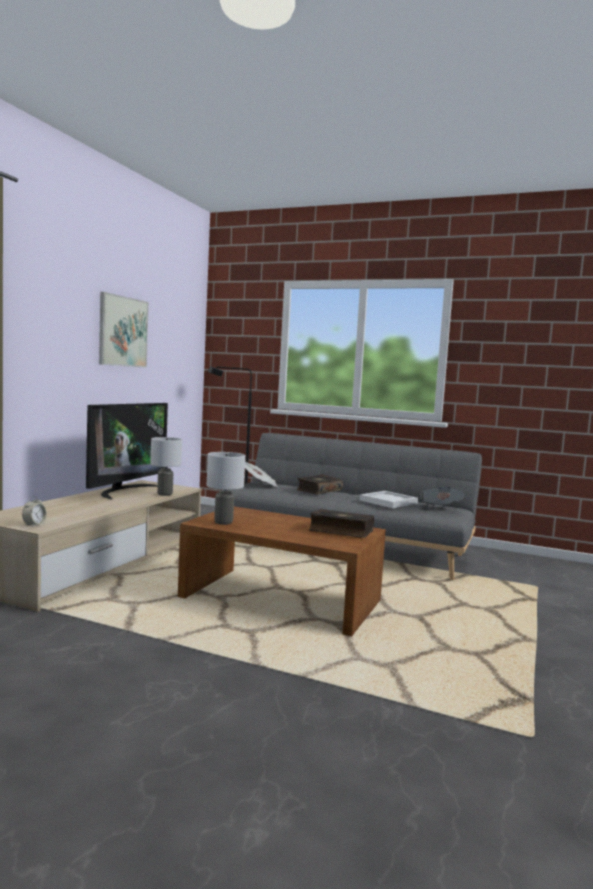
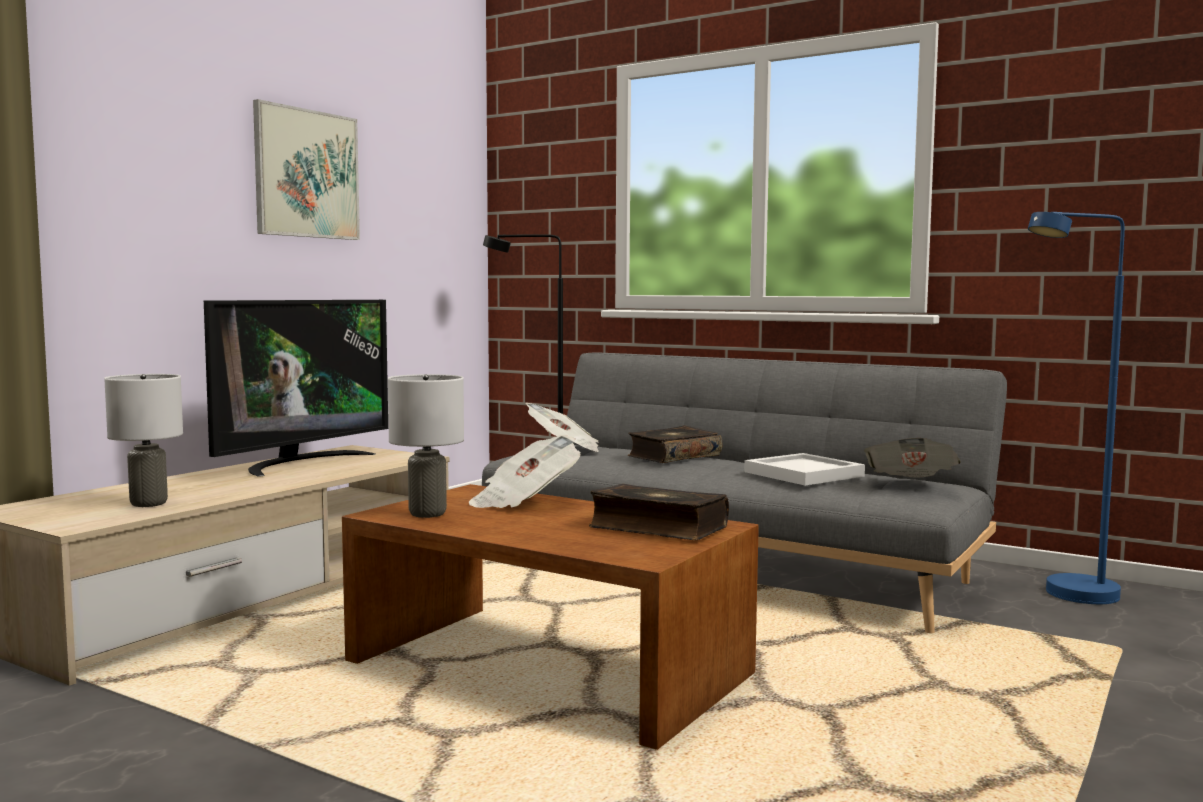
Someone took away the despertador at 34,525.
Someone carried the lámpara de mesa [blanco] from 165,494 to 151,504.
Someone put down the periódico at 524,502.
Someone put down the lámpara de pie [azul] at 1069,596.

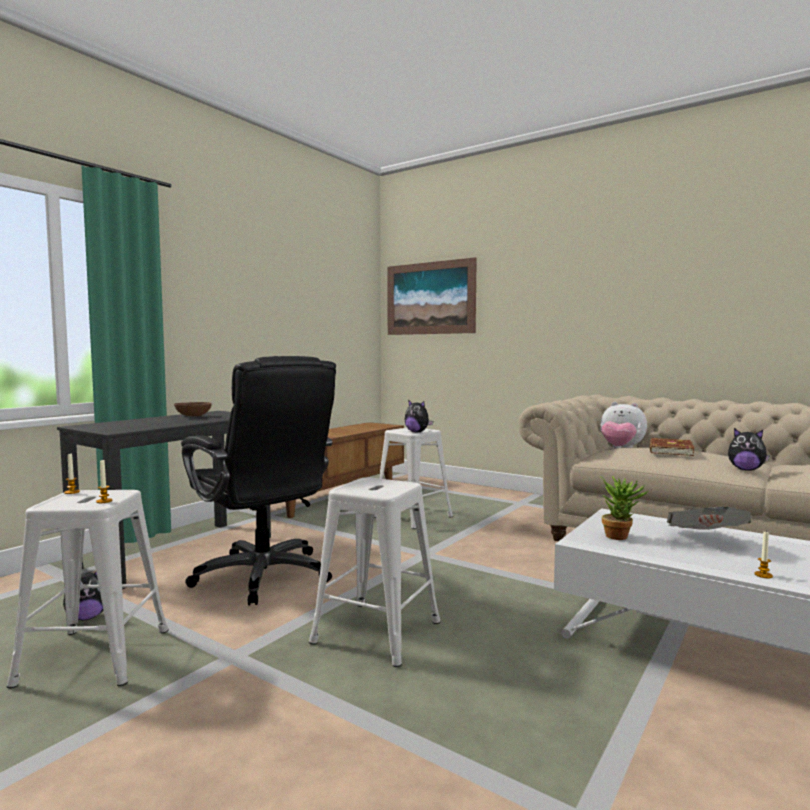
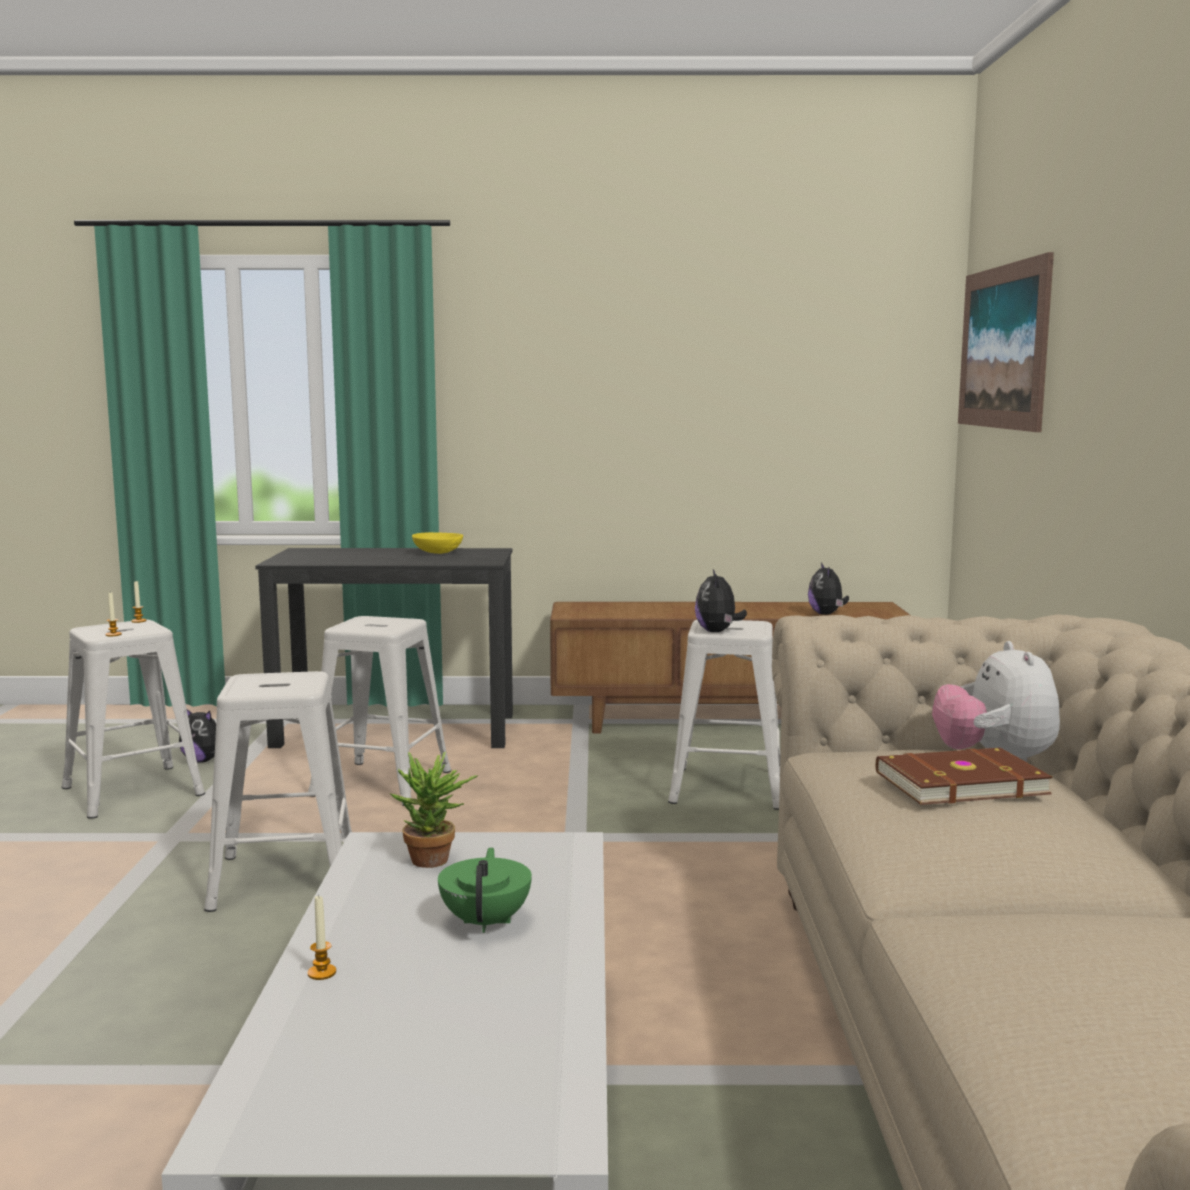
Someone repainted the cuenco [marrón] at 193,416, which became the cuenco [amarillo] at 437,553.
Someone swapped the silla de oficina [negro] at 263,575 for the taburete [blanco] at 381,783.
Someone swapped the periódico at 706,540 for the tetera [verde] at 486,921.
Someone carried the peluche from 746,470 to 827,614.

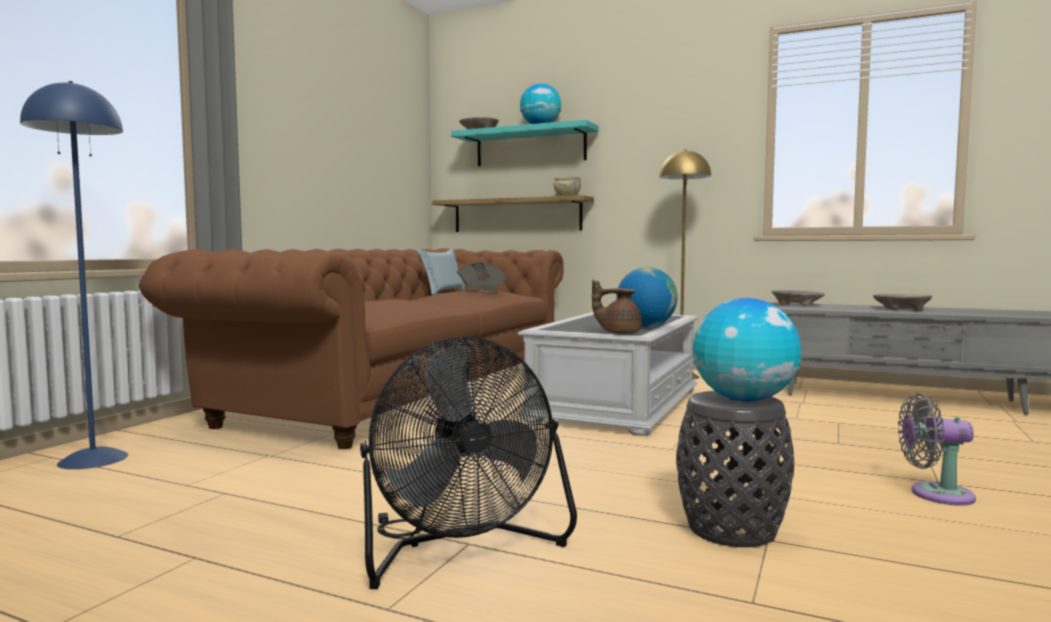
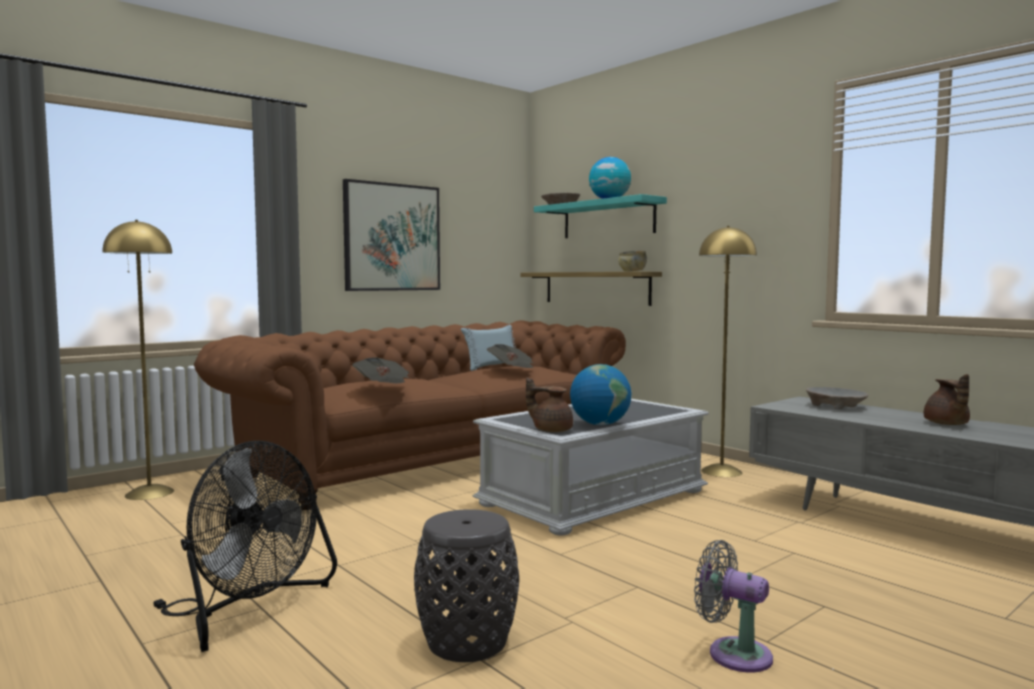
Someone repainted the lámpara de pie [azul] at 93,459, which became the lámpara de pie [amarillo] at 149,493.
Someone rotated the ventilador [negro] at 452,550 by 60 degrees counterclockwise.
Someone took away the globo terráqueo at 744,400.
Someone swapped the cuenco [beis] at 901,309 for the tetera [marrón] at 946,424.
Someone put up the cuadro at 392,237.
Someone put down the periódico at 383,387.

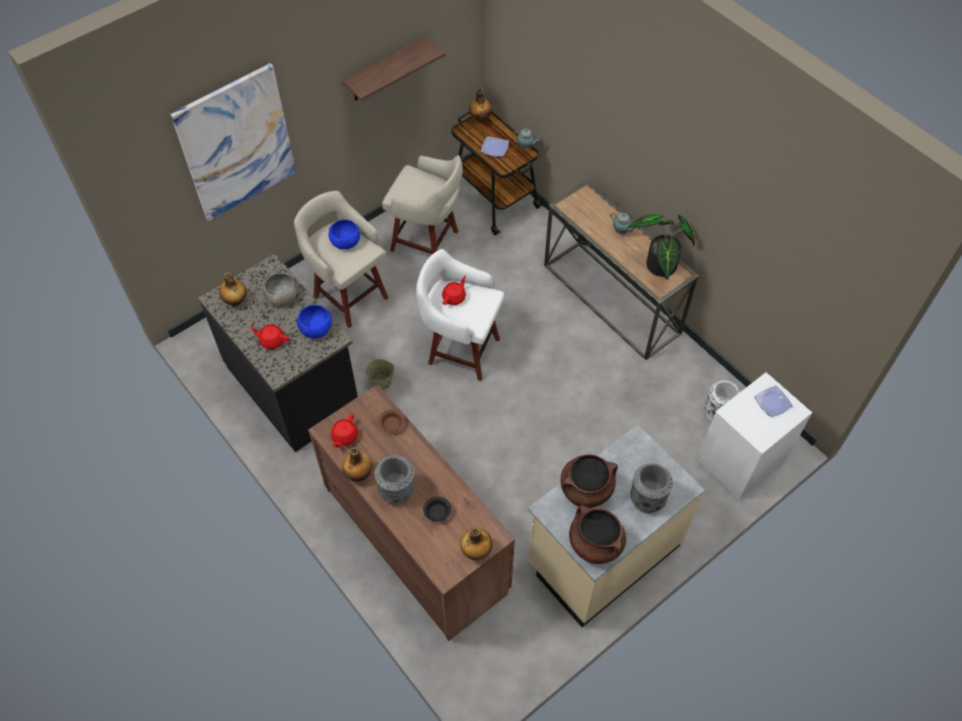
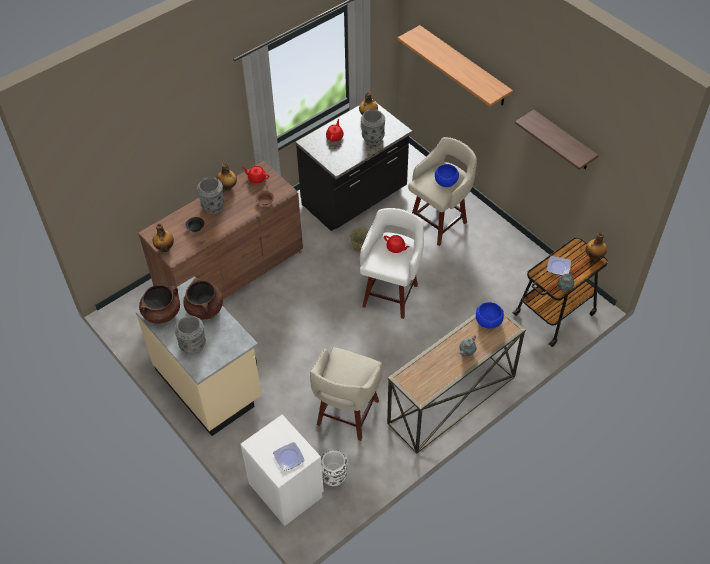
Someone swapped the cuadro at 236,143 for the estante at 464,66.
Someone swapped the cuenco [gris] at 282,297 for the florero [gris] at 372,138.
Someone carried the cuenco [azul] from 315,329 to 488,321.
Someone carried the taburete [beis] from 427,242 to 346,415.
Someone took away the planta en maceta at 659,268.

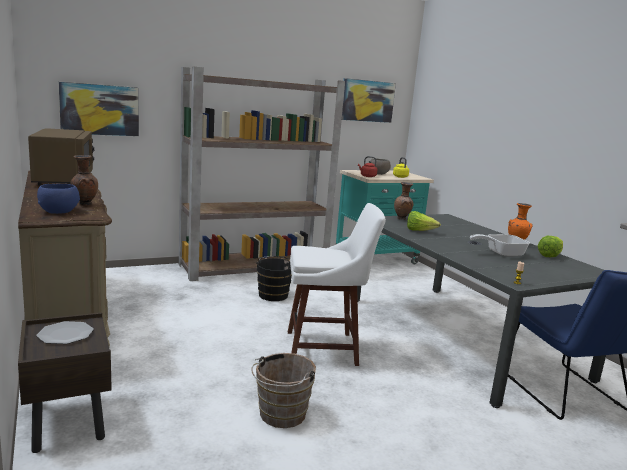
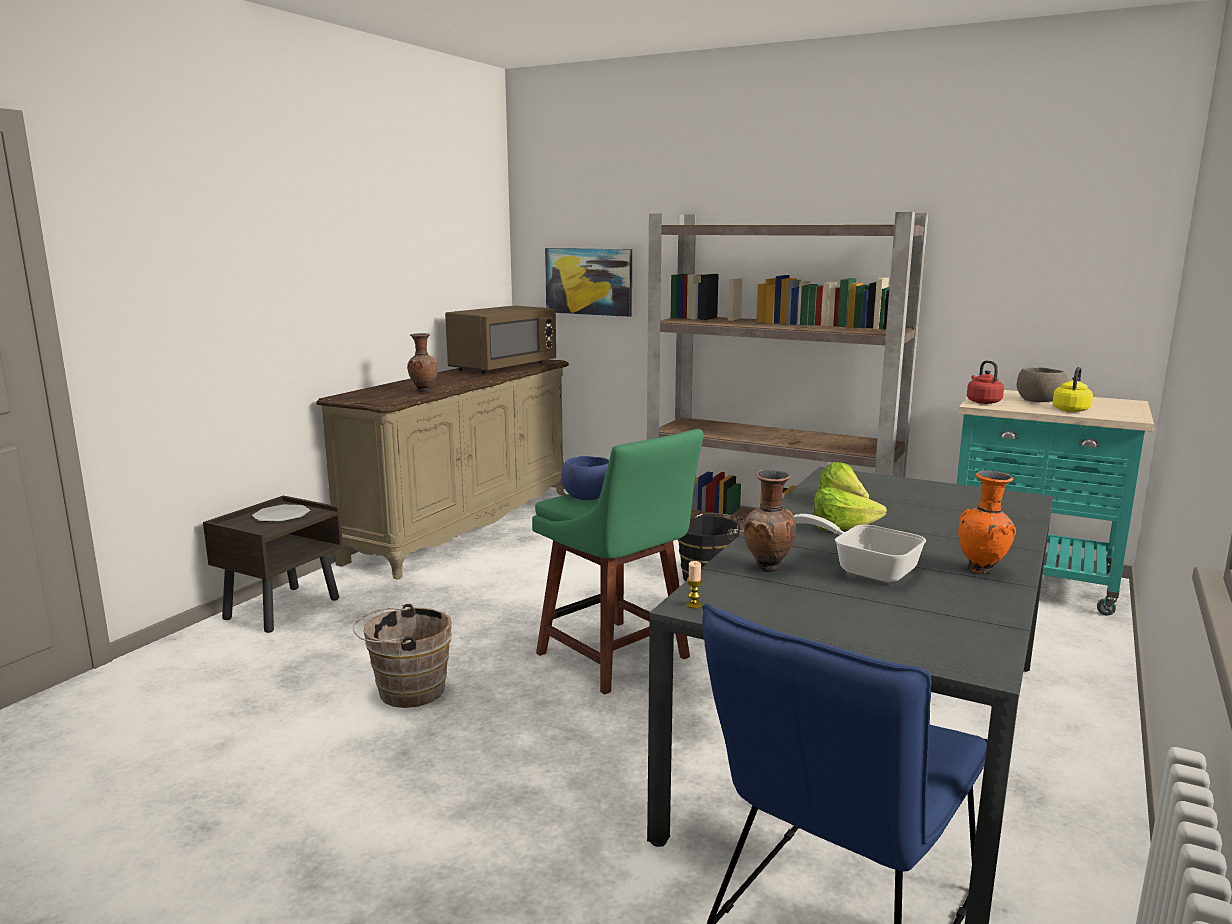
Someone carried the cuenco [azul] from 59,211 to 588,496.
Someone repainted the taburete [blanco] at 326,348, which became the taburete [verde] at 617,658.
Someone took away the cuadro at 367,101.
Someone carried the florero [marrón] from 402,219 to 768,569.
Someone carried the lechuga from 549,255 to 841,530.

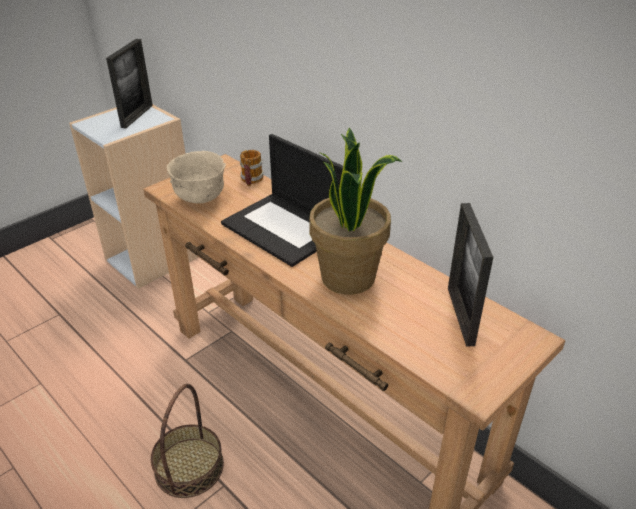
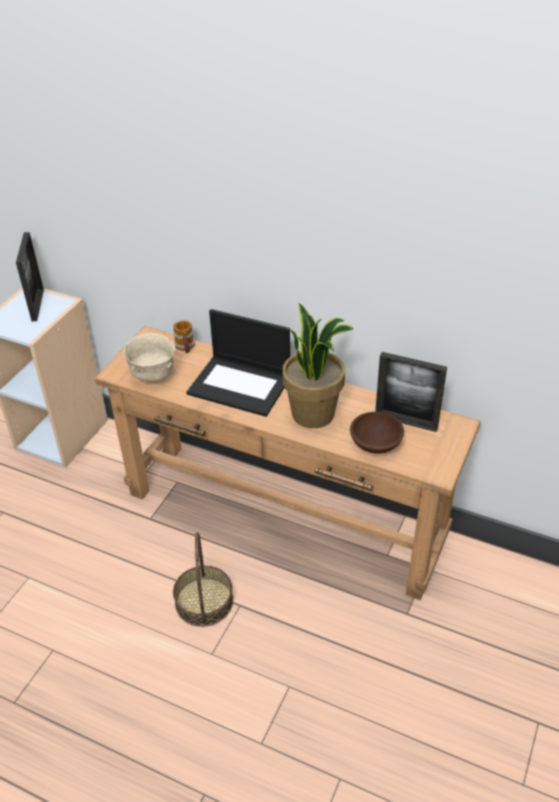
Someone rotated the portarretratos at 460,315 by 45 degrees counterclockwise.
Someone put down the cuenco [marrón] at 374,443.

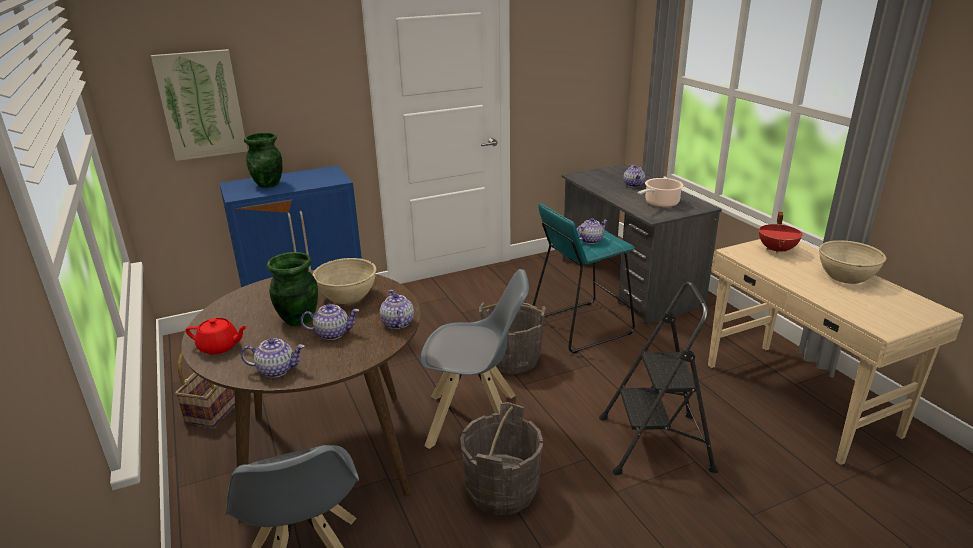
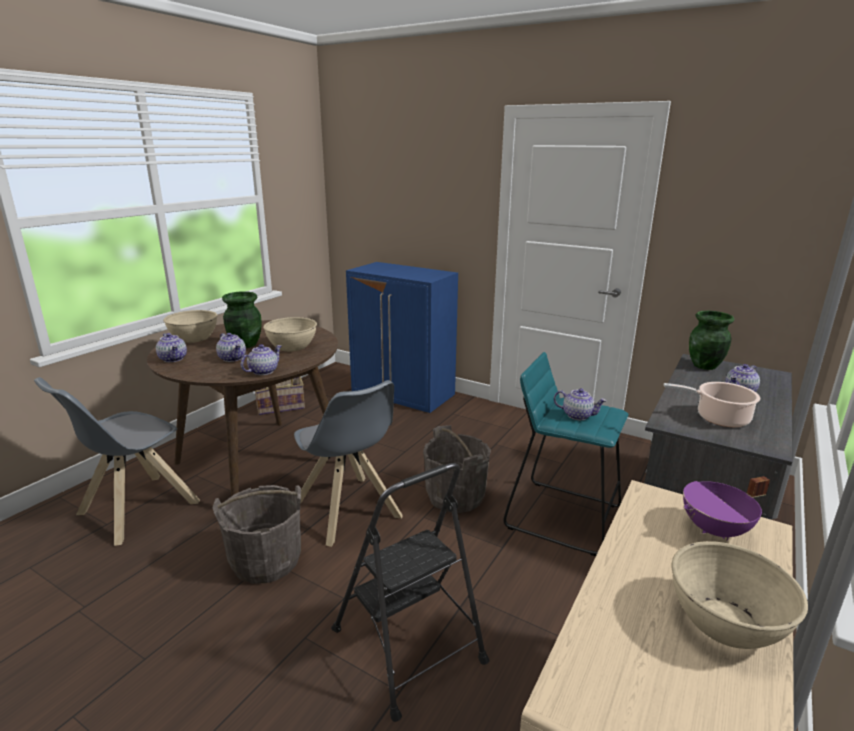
Someone took away the cuadro at 201,105.
Someone swapped the tetera [rojo] at 219,347 for the cuenco [beis] at 194,338.
Someone carried the florero [verde] from 269,184 to 705,366.
Someone repainted the olla [rojo] at 777,250, which became the olla [morado] at 716,530.

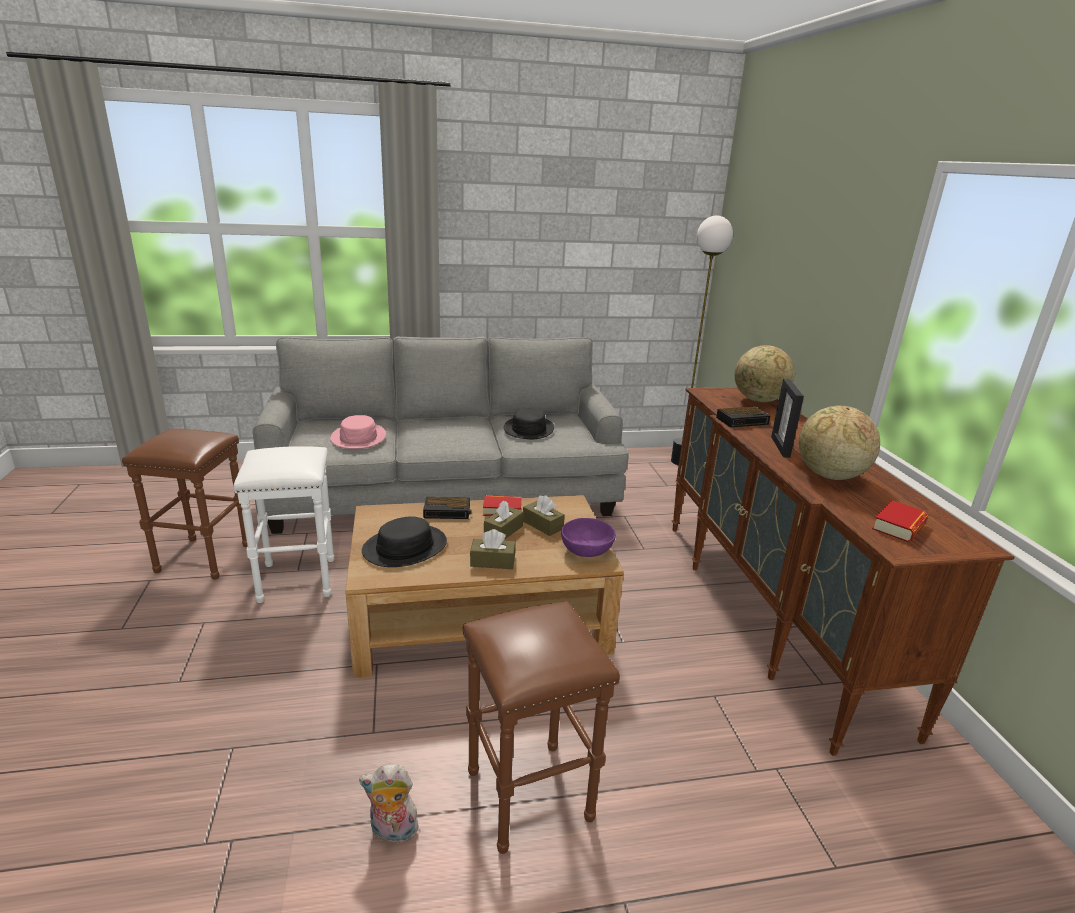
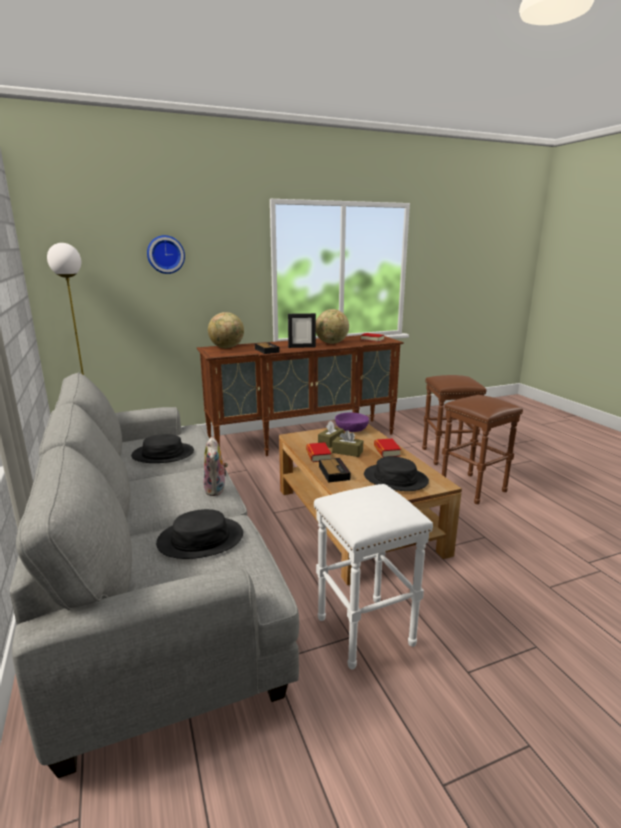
Someone carried the taburete [marrón] from 204,559 to 448,455.
Someone repainted the sombrero [rosa] at 359,437, which became the sombrero [negro] at 200,539.
Someone carried the peluche from 392,832 to 216,490.
Someone swapped the caja de pañuelos [marrón] at 492,561 for the libro at 386,451.
Someone put up the reloj de pared at 165,254.

